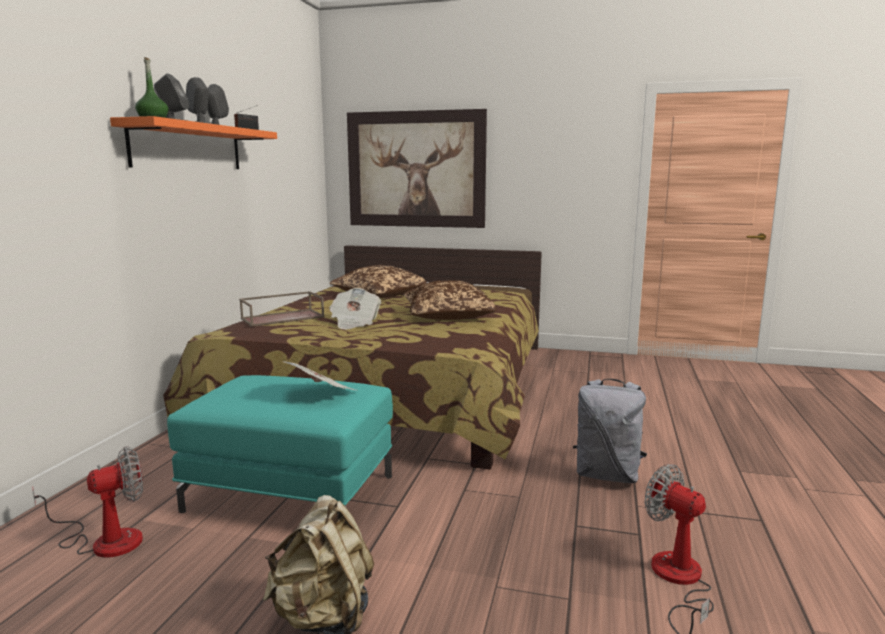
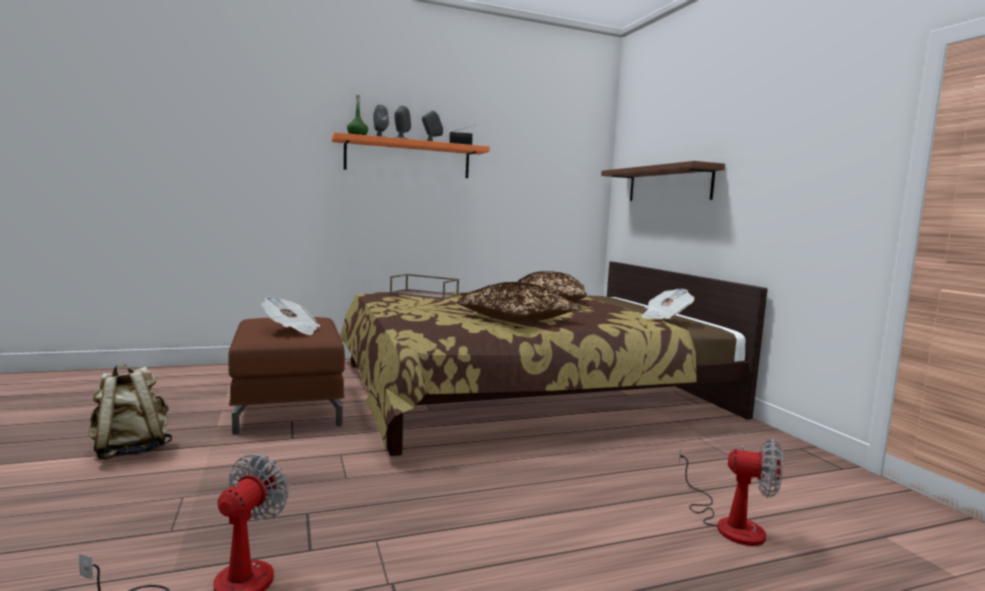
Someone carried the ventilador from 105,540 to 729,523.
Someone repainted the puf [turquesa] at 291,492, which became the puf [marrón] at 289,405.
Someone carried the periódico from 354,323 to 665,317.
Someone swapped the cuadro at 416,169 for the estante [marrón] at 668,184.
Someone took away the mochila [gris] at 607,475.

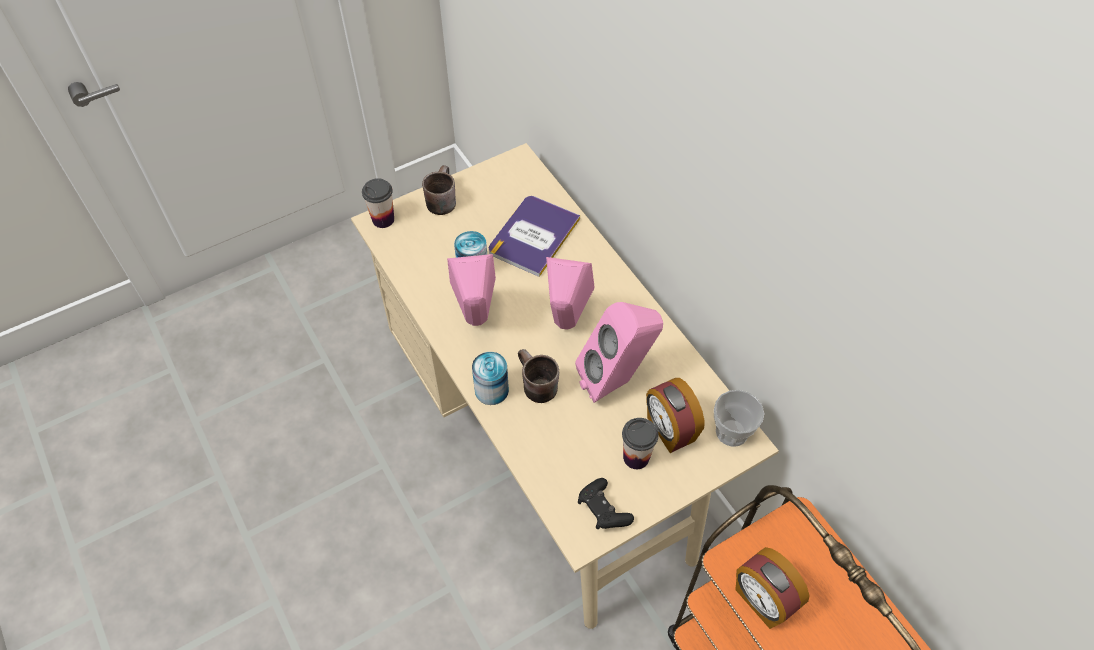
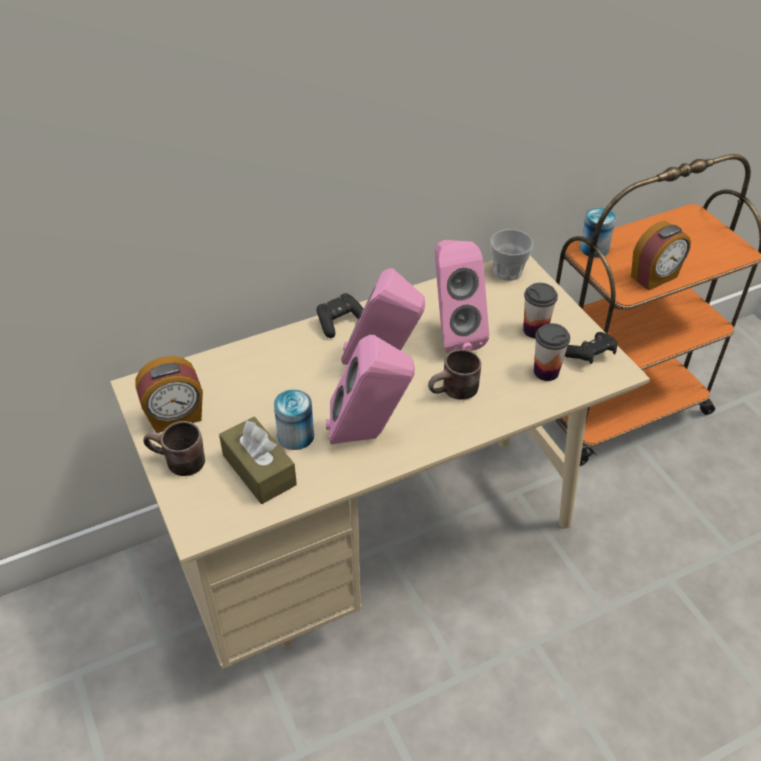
Someone carried the taza from 383,219 to 546,372.
Someone carried the lata from 491,390 to 594,248.
Someone took away the libro at 533,236.
Someone carried the despertador from 669,430 to 175,417.
Someone put down the caja de pañuelos [marrón] at 259,470.
Someone put down the mando de consola [negro] at 340,322.

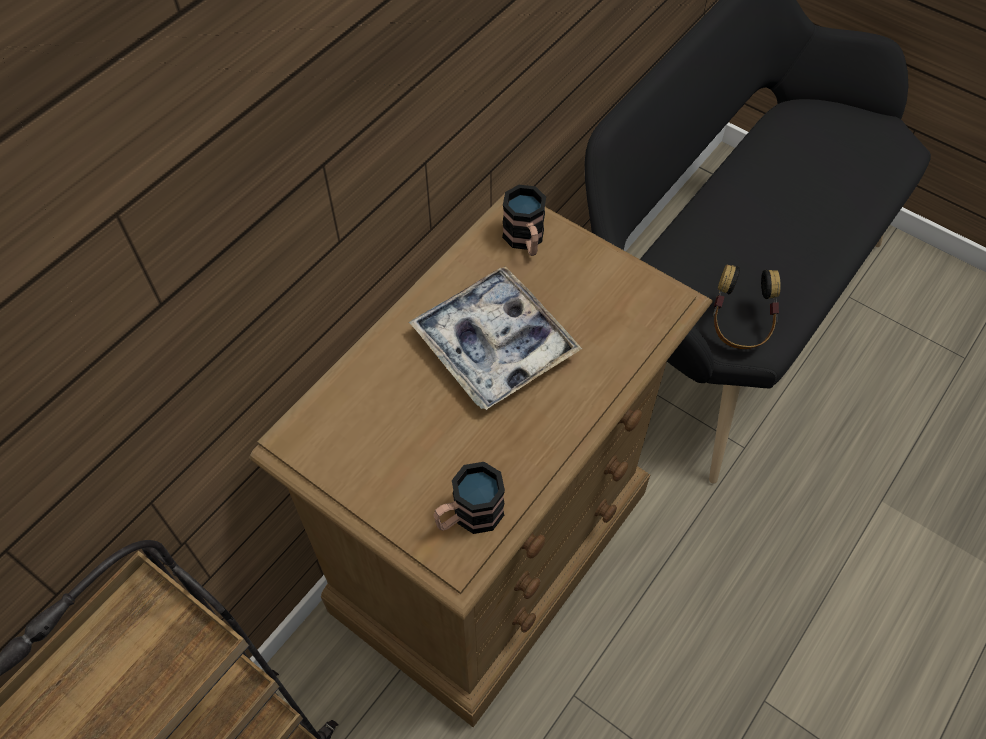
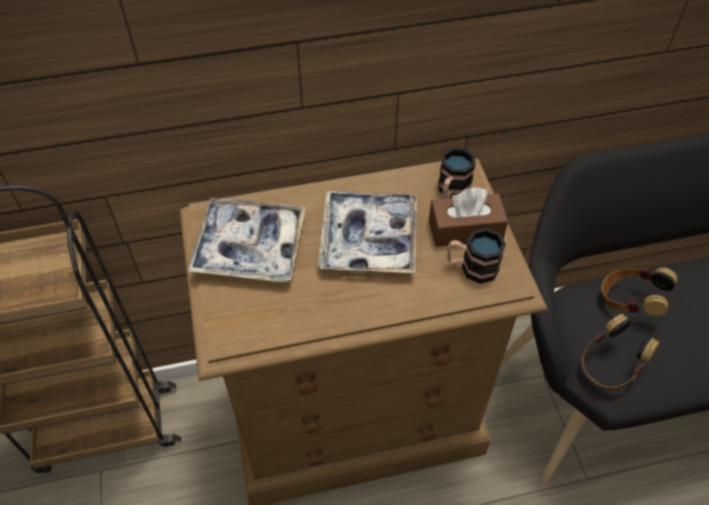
Someone carried the taza grande from 469,516 to 471,267.
Someone put down the bandeja at 249,247.
Someone put down the caja de pañuelos [marrón] at 465,229.
Someone put down the auriculares at 629,302.

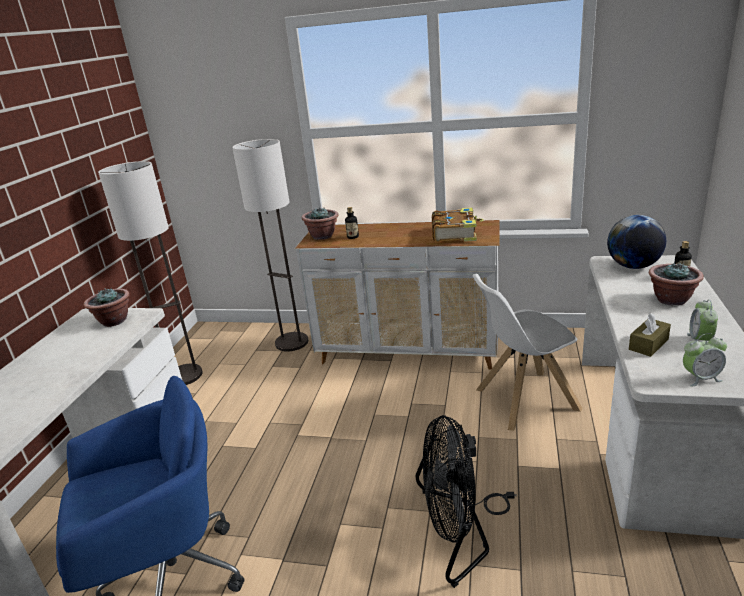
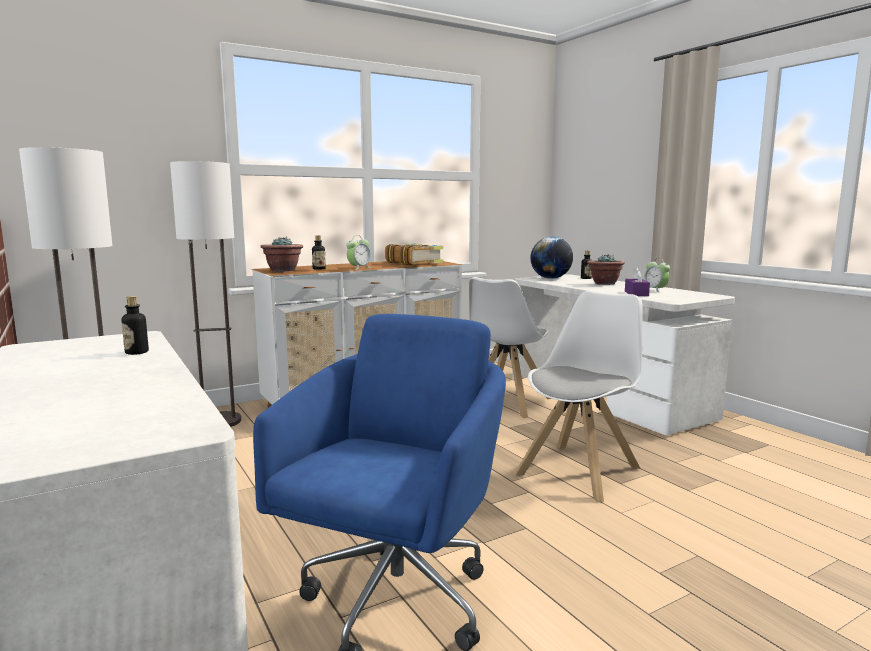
Someone took away the planta en maceta at 114,321.
Someone swapped the ventilador [negro] at 460,526 for the silla at 580,470.
Someone repainted the caja de pañuelos [marrón] at 648,344, which became the caja de pañuelos [morado] at 636,293.
Someone carried the despertador from 700,378 to 359,268.
Someone put down the botella at 136,352.

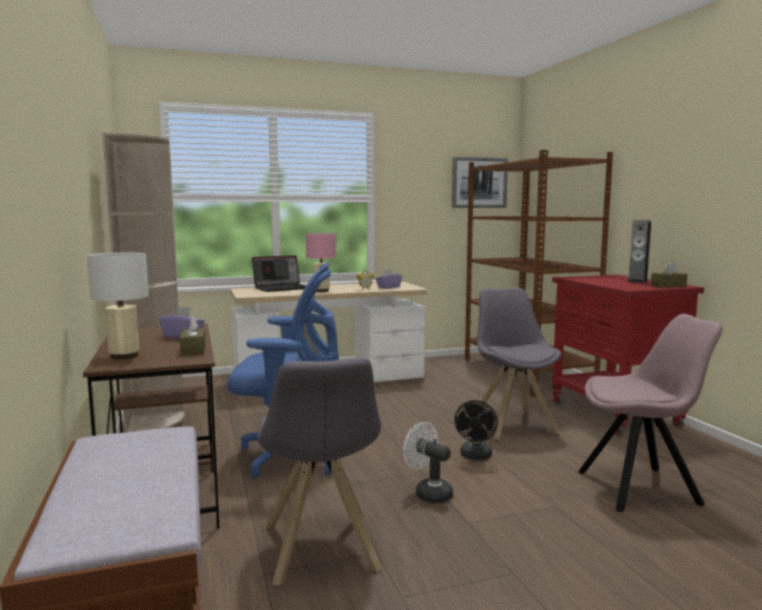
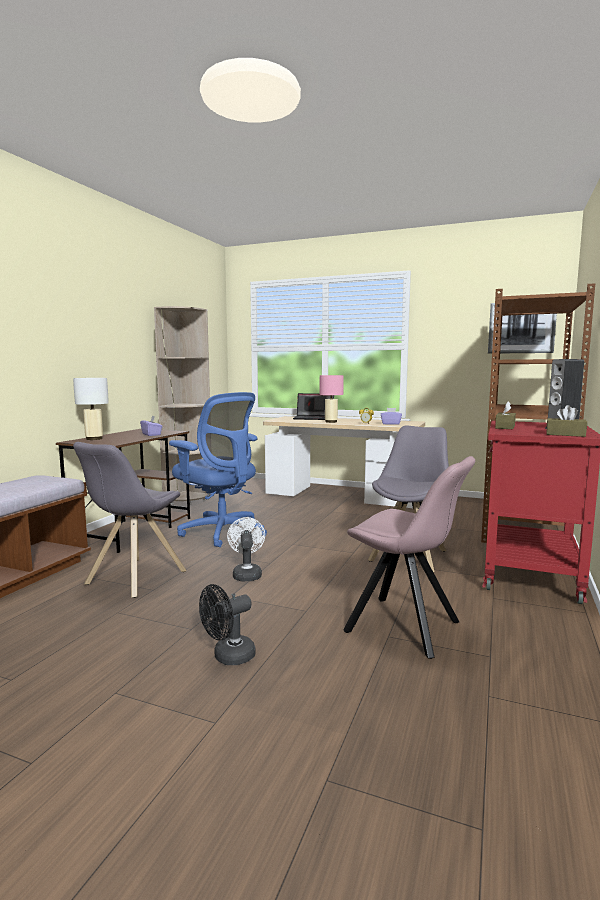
Someone carried the caja de pañuelos [marrón] from 193,350 to 505,427.
Someone carried the ventilador [negro] from 475,456 to 228,657.

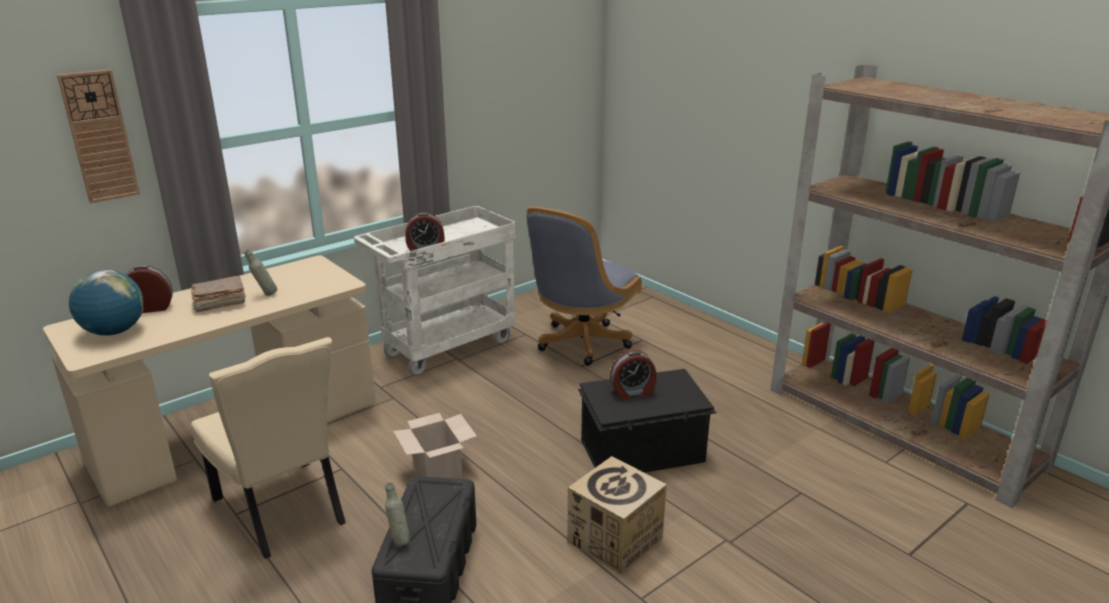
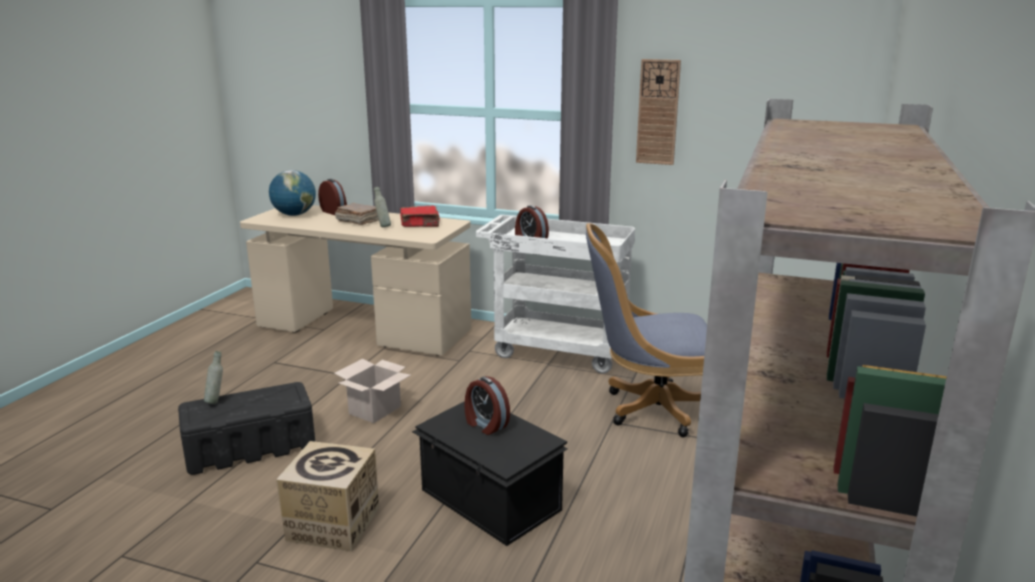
Someone carried the reloj de pared from 99,136 to 658,112.
Someone took away the silla [beis] at 281,507.
Someone put down the libro [rojo] at 420,224.

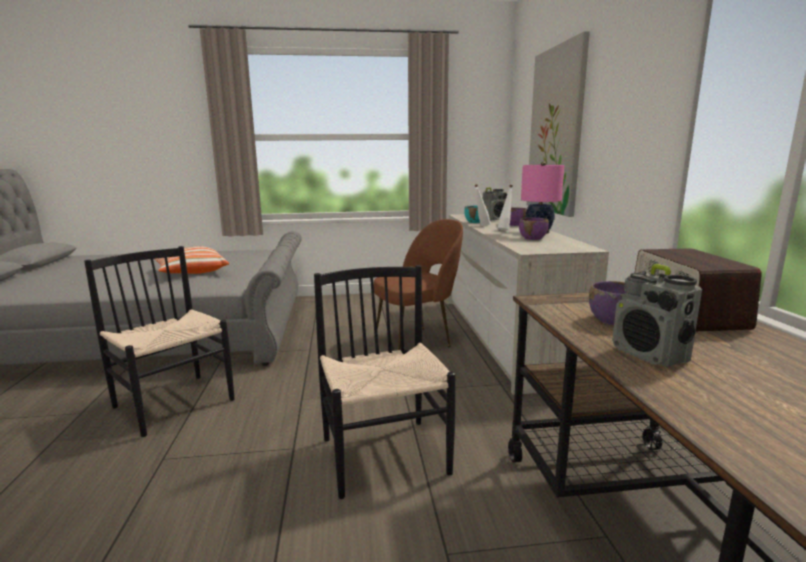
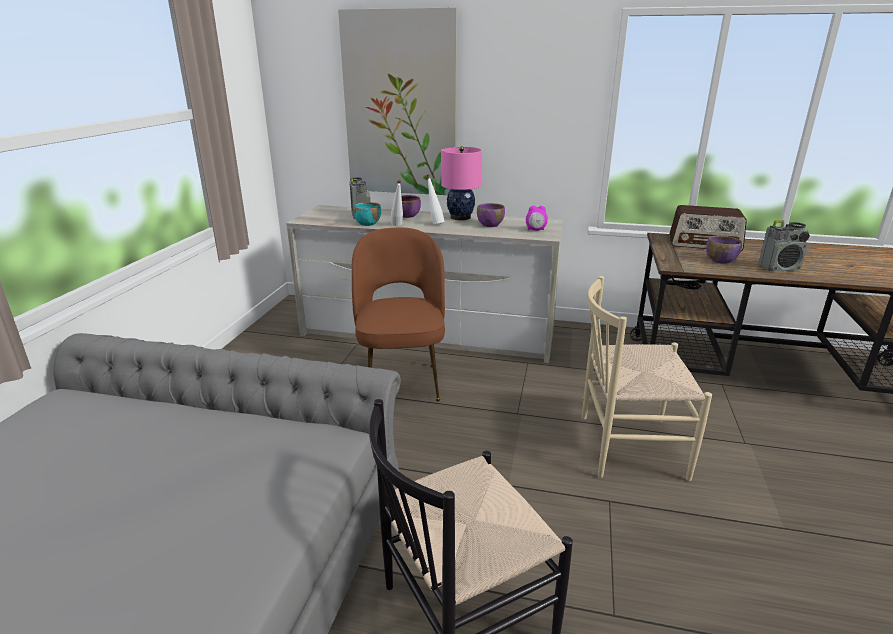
Someone took away the cojín at 192,273.
Someone repainted the silla [negro] at 383,453, which became the silla [beis] at 626,446.
Someone put down the despertador at 535,230.

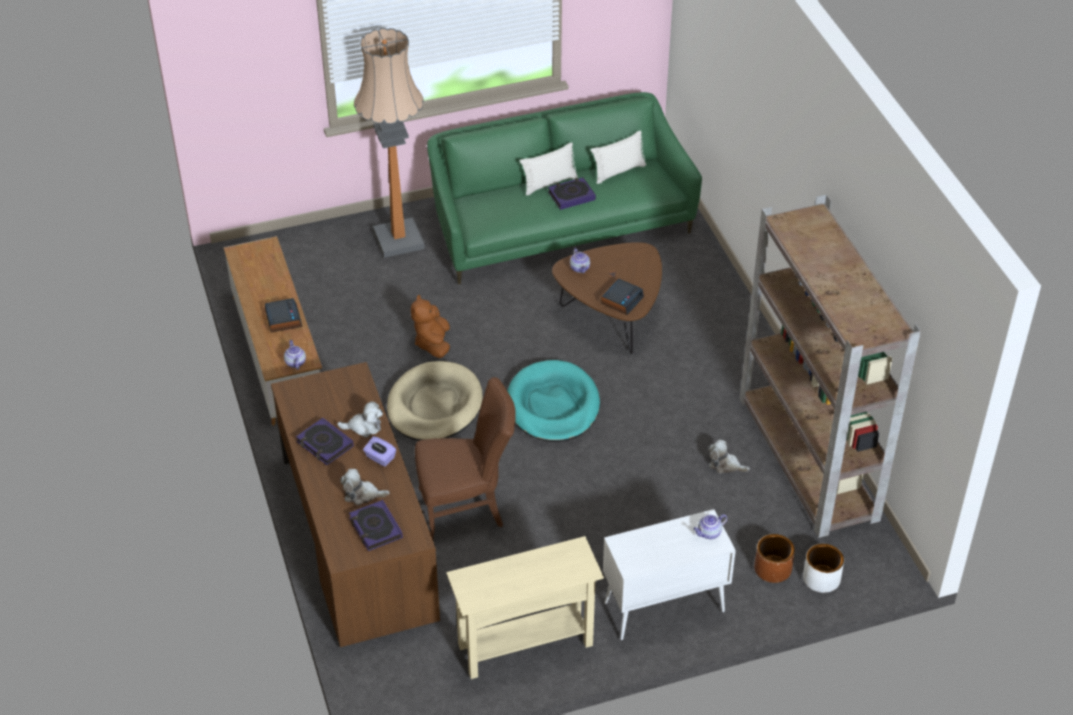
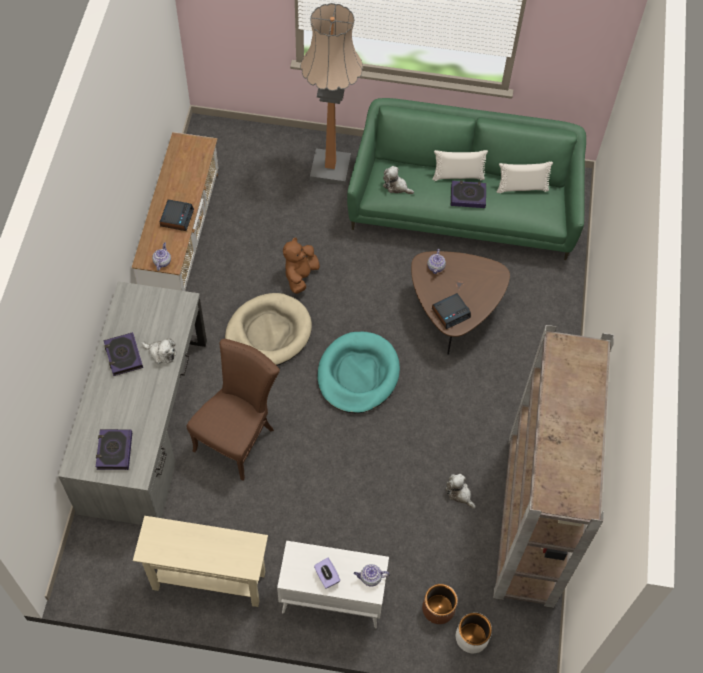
Someone repainted the escritorio [marrón] at 358,537, which became the escritorio [gris] at 144,424.
Someone carried the peluche from 362,494 to 396,186.
Someone carried the caja de pañuelos [morado] from 380,458 to 326,576.
Someone rotated the silla [marrón] at 467,508 by 75 degrees counterclockwise.

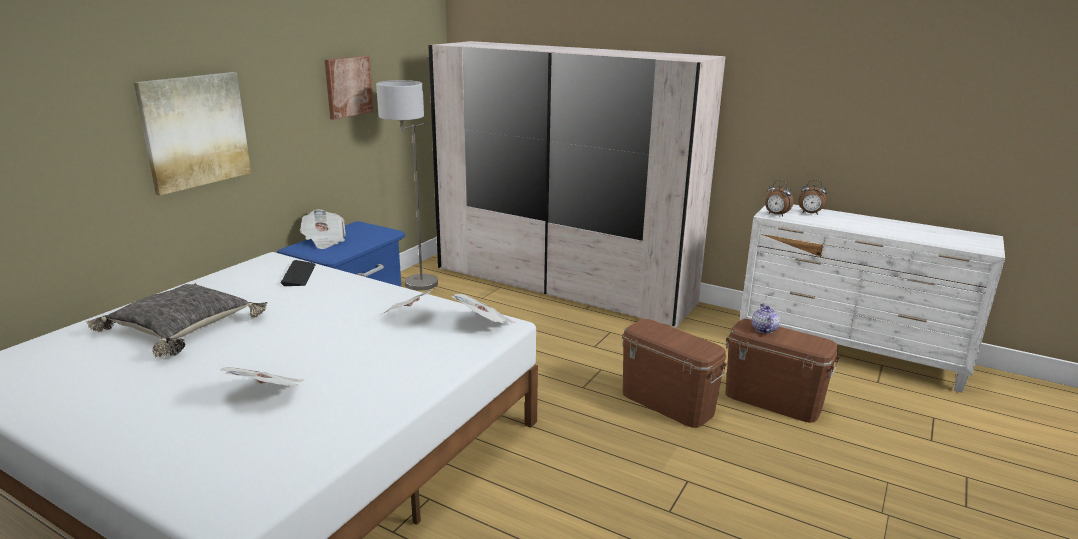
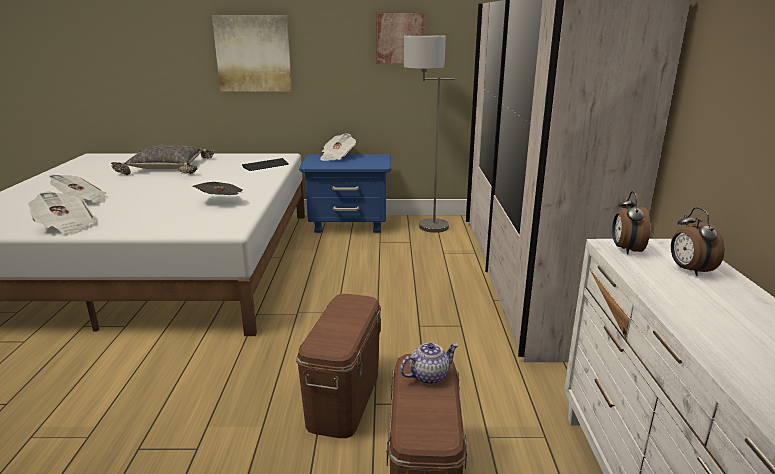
Someone carried the periódico from 484,324 to 65,227.

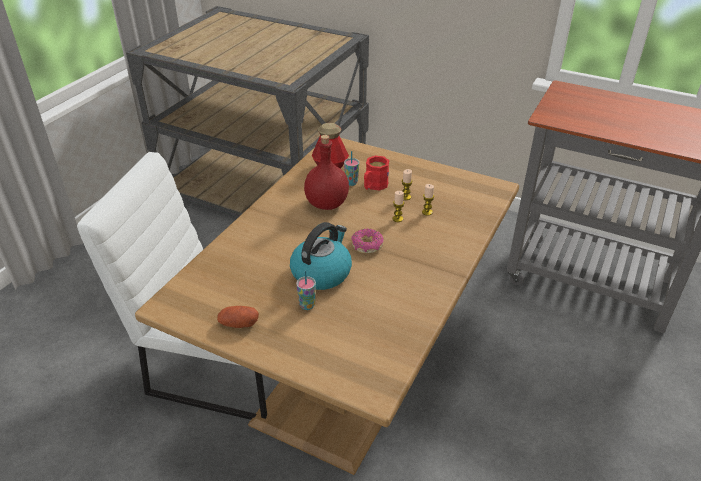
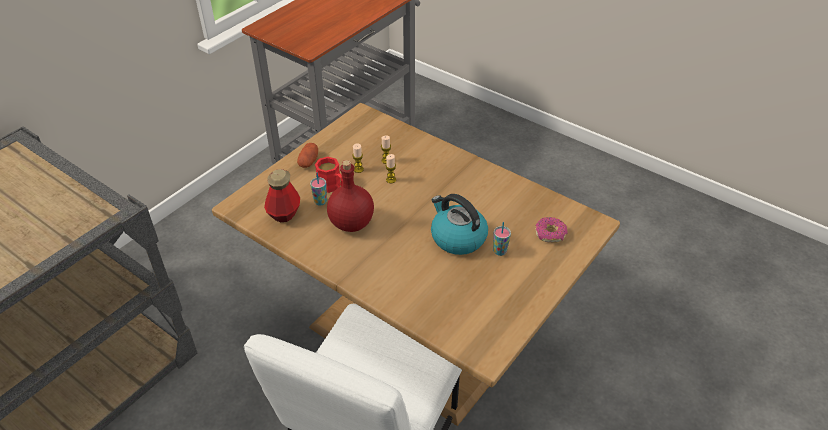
Someone carried the patata from 239,324 to 308,161.
Someone carried the rosquilla from 367,246 to 550,234.

